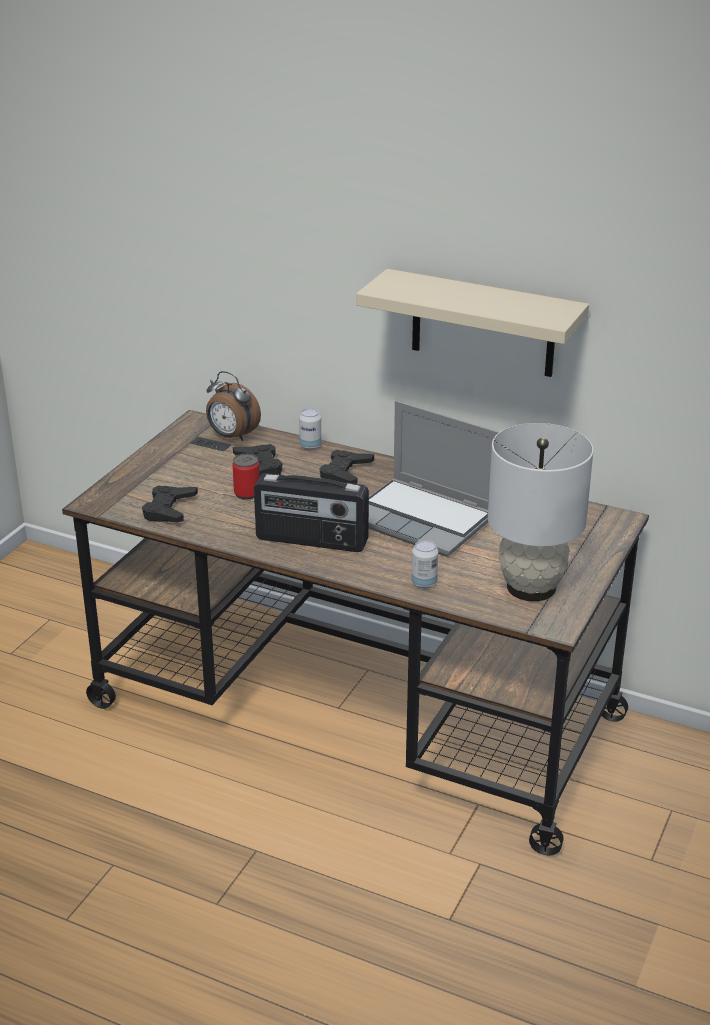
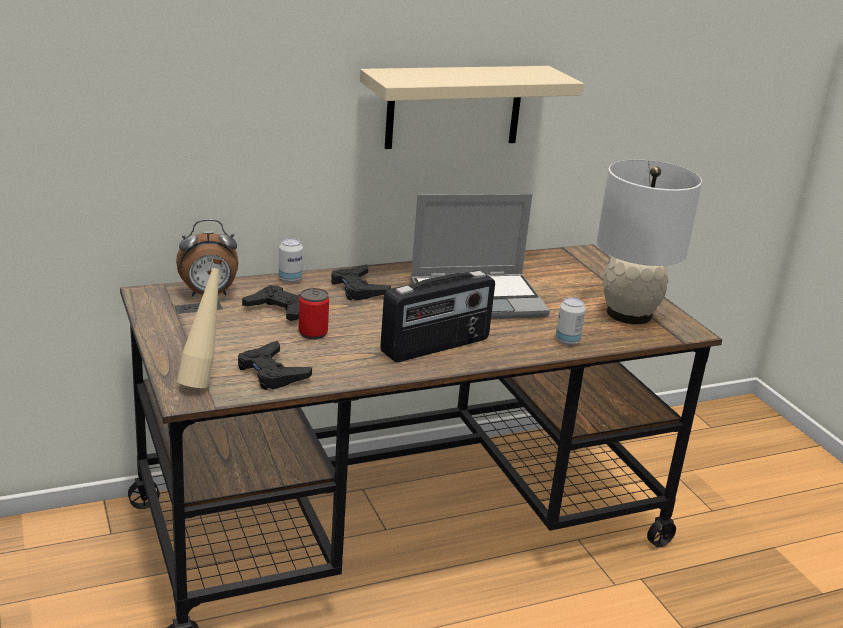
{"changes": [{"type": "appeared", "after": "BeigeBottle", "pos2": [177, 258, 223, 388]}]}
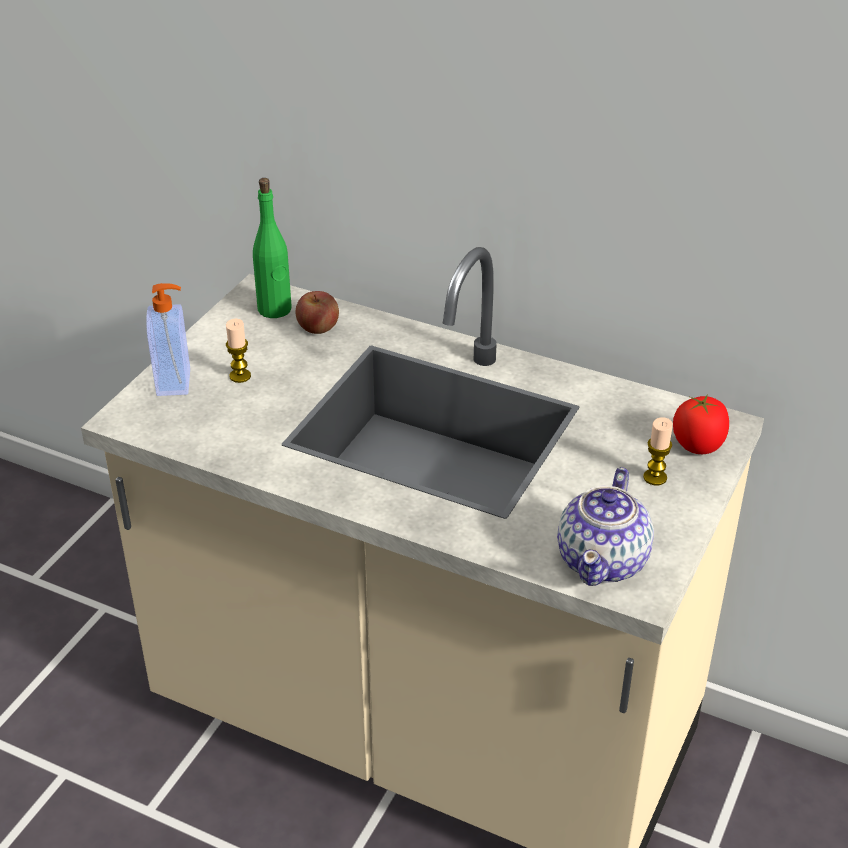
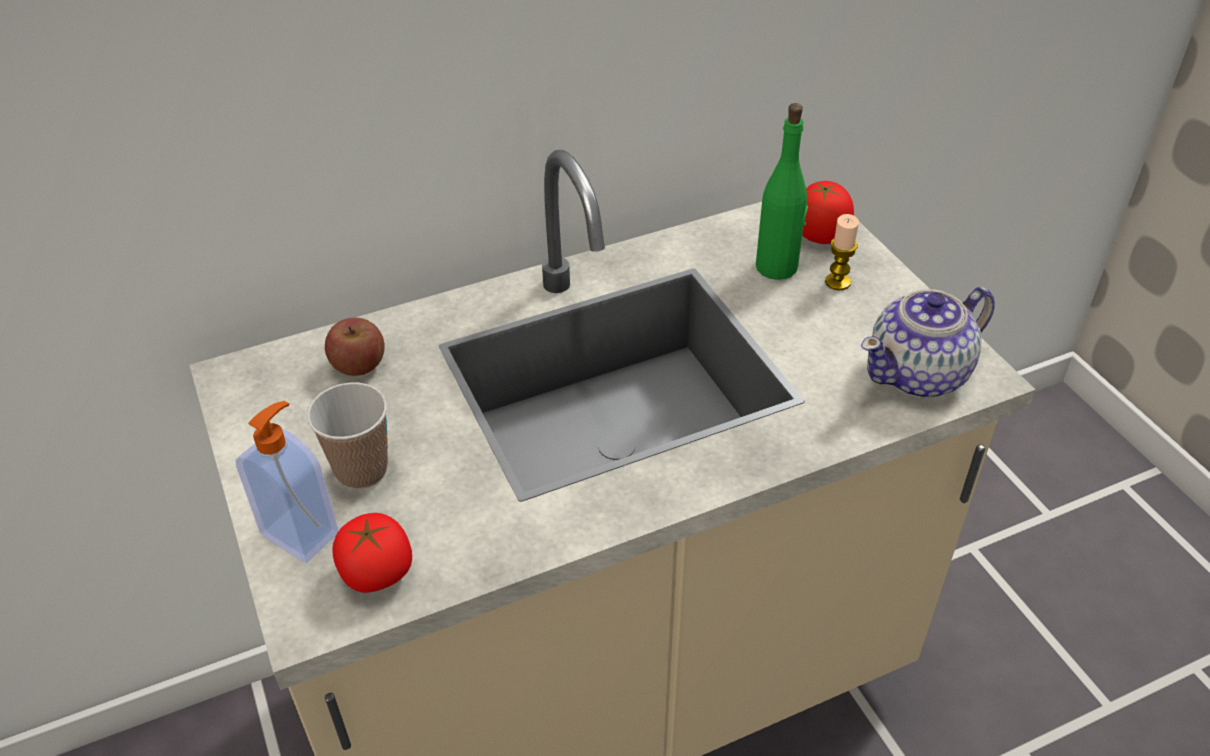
{"changes": [{"type": "appeared", "after": "Tomato", "pos2": [332, 513, 412, 593]}, {"type": "relocated", "before": "GreenBottle", "pos1": [253, 178, 292, 318], "pos2": [756, 103, 808, 280]}, {"type": "exchanged", "before": "Candle", "after": "Cup", "pos1": [226, 319, 251, 383], "pos2": [307, 383, 388, 489]}, {"type": "spun", "before": "Teapot", "pos1": [557, 467, 654, 586], "pos2": [861, 287, 995, 398], "turn": 90}]}
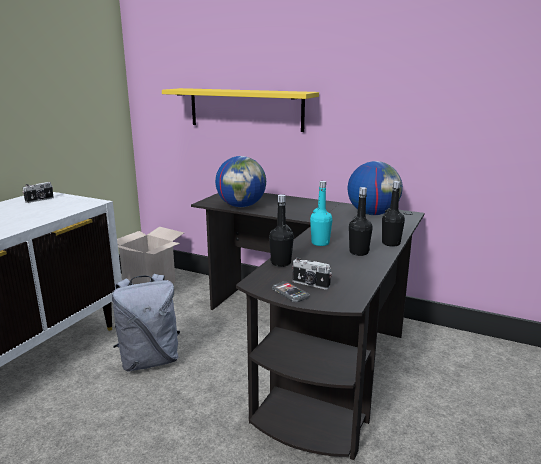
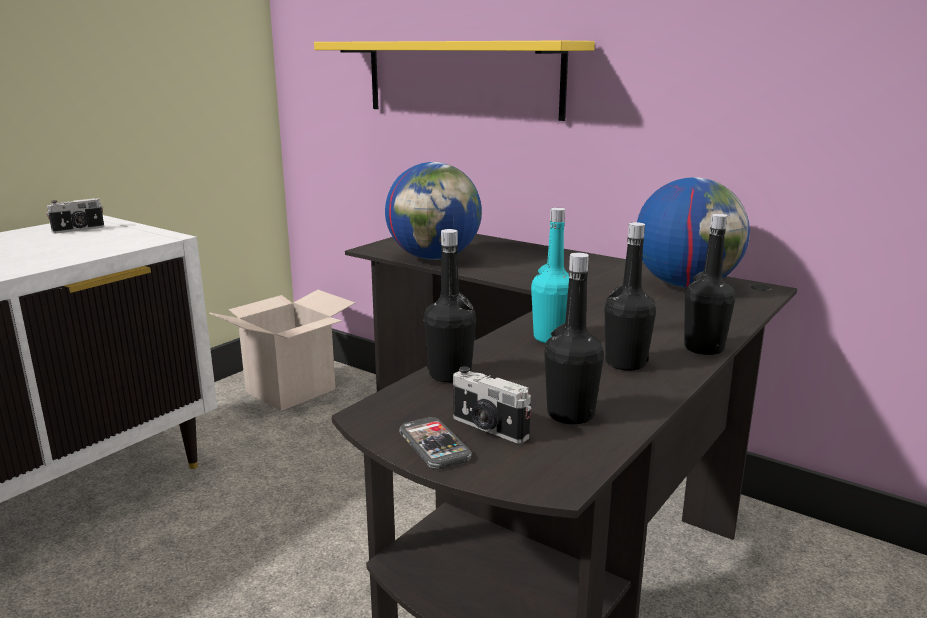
{"changes": [{"type": "missing", "before": "GreyBackpack", "pos1": [112, 274, 180, 372]}, {"type": "appeared", "after": "BlackBottle", "pos2": [544, 253, 604, 425]}]}
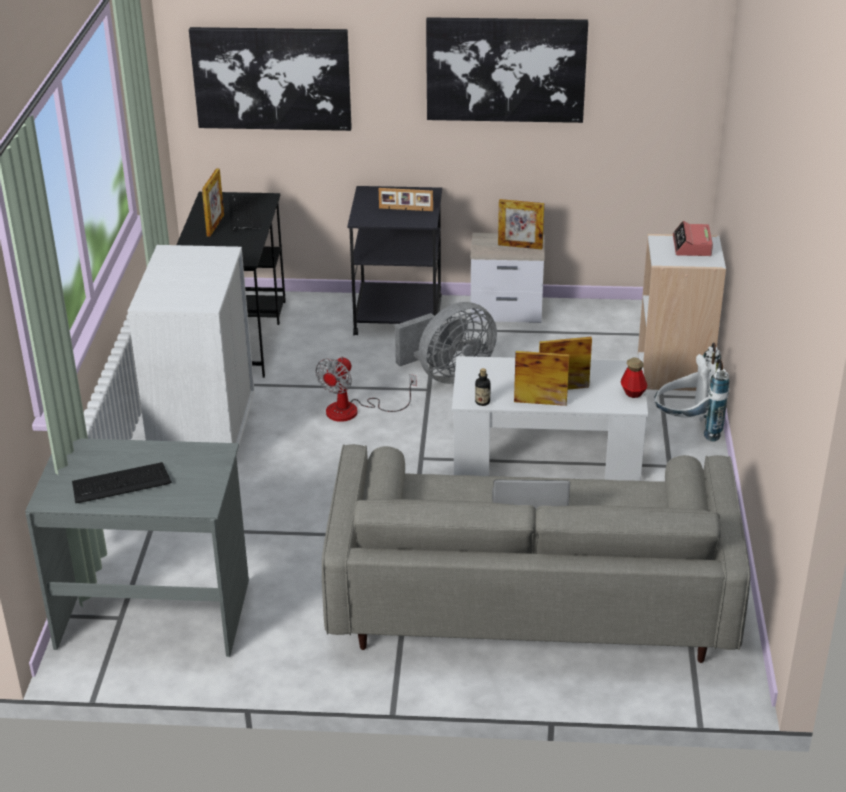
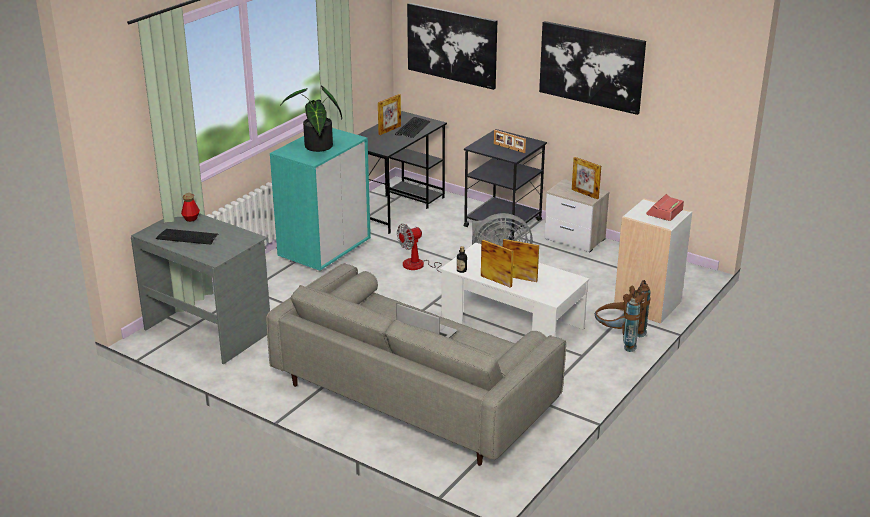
{"changes": [{"type": "appeared", "after": "PottedPlant", "pos2": [280, 86, 342, 152]}, {"type": "relocated", "before": "Bottle", "pos1": [621, 358, 647, 398], "pos2": [181, 193, 200, 222]}, {"type": "colour", "before": "WhiteCabinet", "after": "TurquoiseCabinet", "pos1": [128, 245, 255, 456], "pos2": [270, 128, 371, 272]}, {"type": "colour", "before": "WhiteBackpack", "after": "BrownBackpack", "pos1": [654, 343, 729, 441], "pos2": [595, 280, 651, 352]}]}
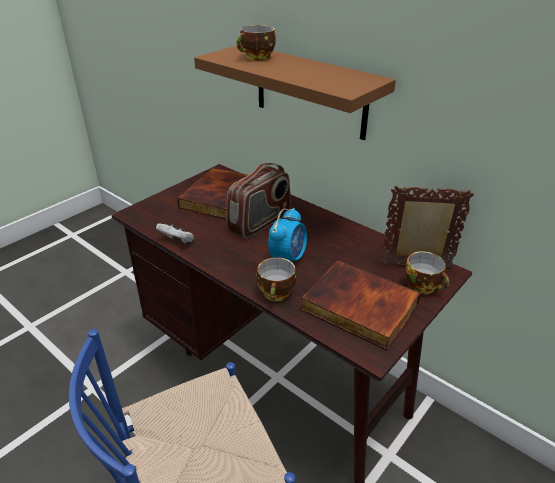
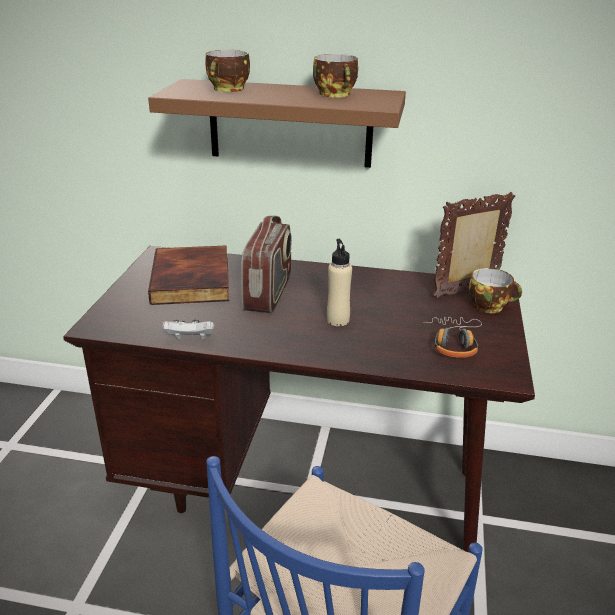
{"changes": [{"type": "relocated", "before": "Cup", "pos1": [257, 257, 296, 301], "pos2": [313, 54, 358, 98]}, {"type": "exchanged", "before": "AlarmClock", "after": "BeigeBottle", "pos1": [268, 208, 307, 261], "pos2": [327, 239, 352, 326]}, {"type": "exchanged", "before": "Book", "after": "Headphones", "pos1": [301, 260, 421, 350], "pos2": [423, 317, 482, 358]}]}
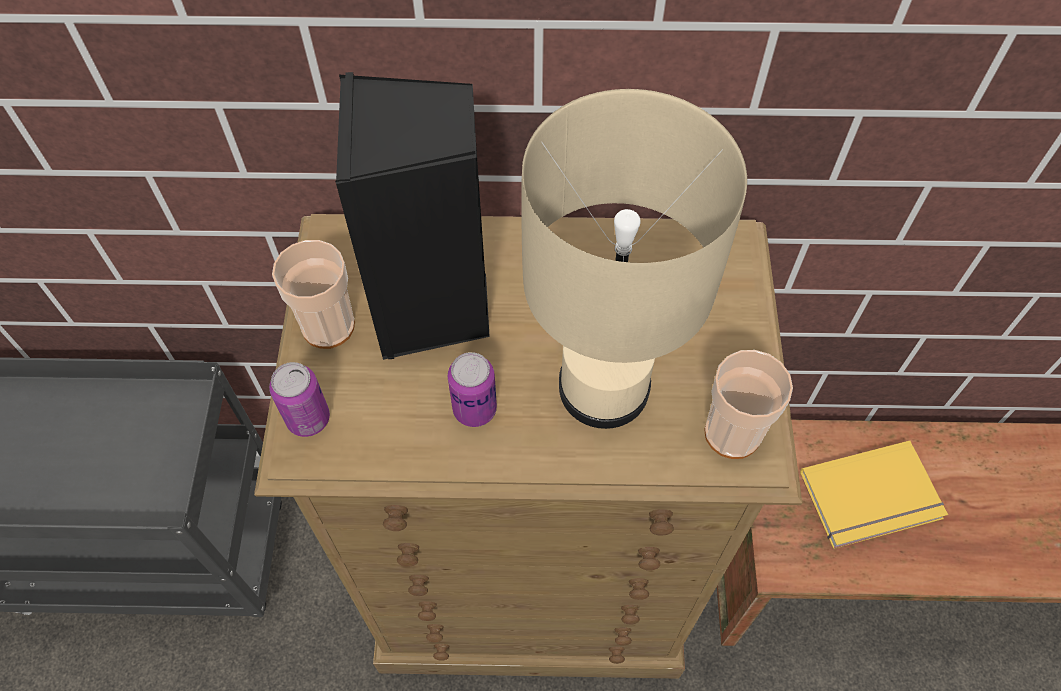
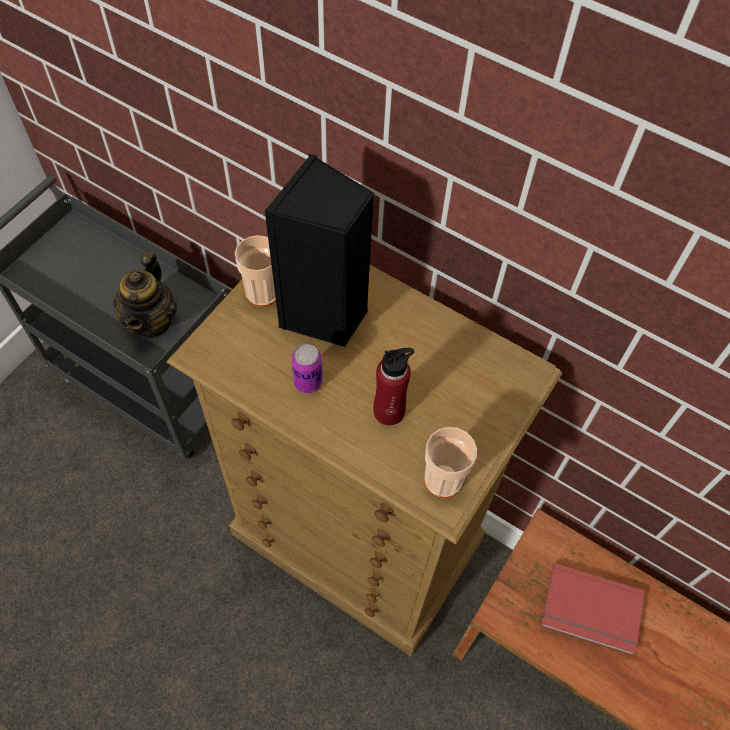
{"changes": [{"type": "missing", "before": "Can", "pos1": [269, 362, 330, 437]}, {"type": "appeared", "after": "Teapot", "pos2": [113, 251, 177, 339]}, {"type": "exchanged", "before": "BeigeTableLamp", "after": "RedBottle", "pos1": [521, 89, 747, 429], "pos2": [373, 348, 414, 425]}, {"type": "colour", "before": "YellowBook", "after": "RedBook", "pos1": [800, 441, 948, 549], "pos2": [541, 563, 645, 656]}]}
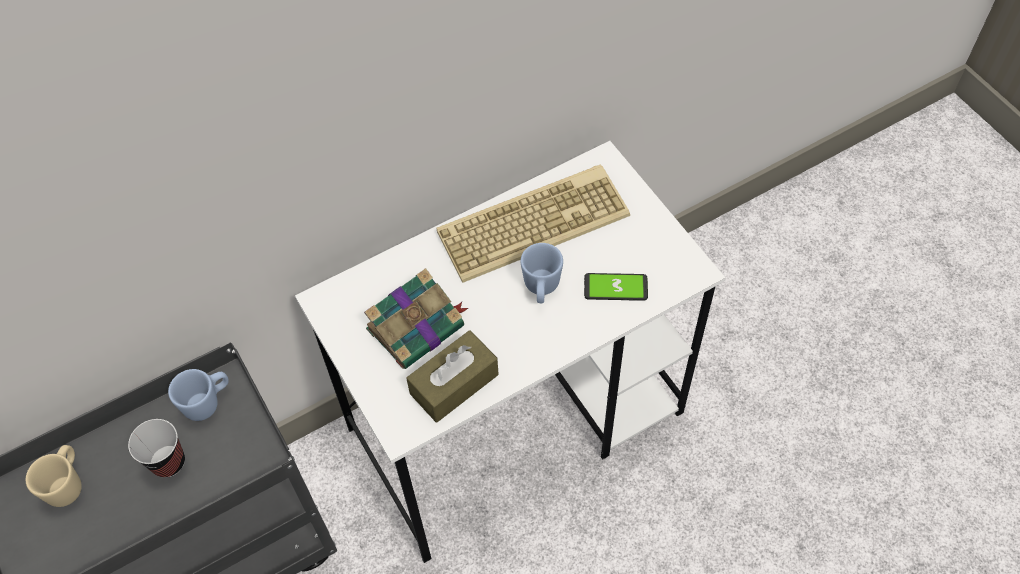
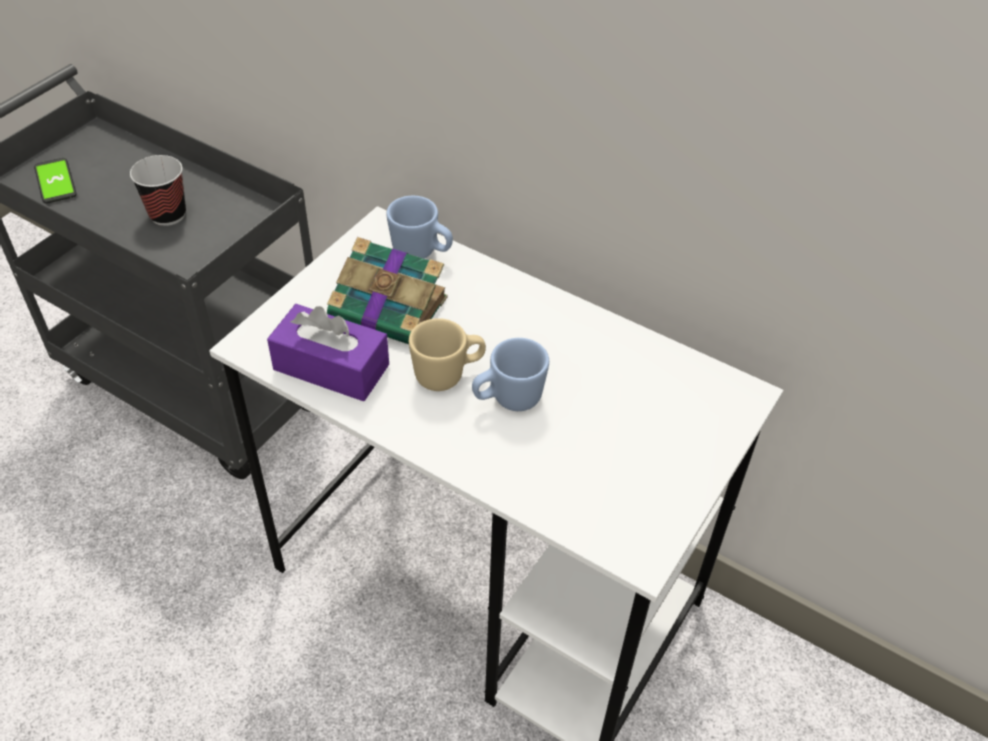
{"changes": [{"type": "missing", "before": "Keyboard", "pos1": [437, 164, 630, 283]}, {"type": "relocated", "before": "BeigeMug", "pos1": [26, 445, 82, 507], "pos2": [409, 318, 486, 391]}, {"type": "relocated", "before": "BlueMug", "pos1": [168, 369, 229, 421], "pos2": [386, 196, 453, 259]}, {"type": "relocated", "before": "Phone", "pos1": [584, 273, 648, 301], "pos2": [34, 158, 77, 204]}, {"type": "colour", "before": "BrownTissueBox", "after": "PurpleTissueBox", "pos1": [406, 330, 499, 423], "pos2": [267, 304, 389, 401]}]}
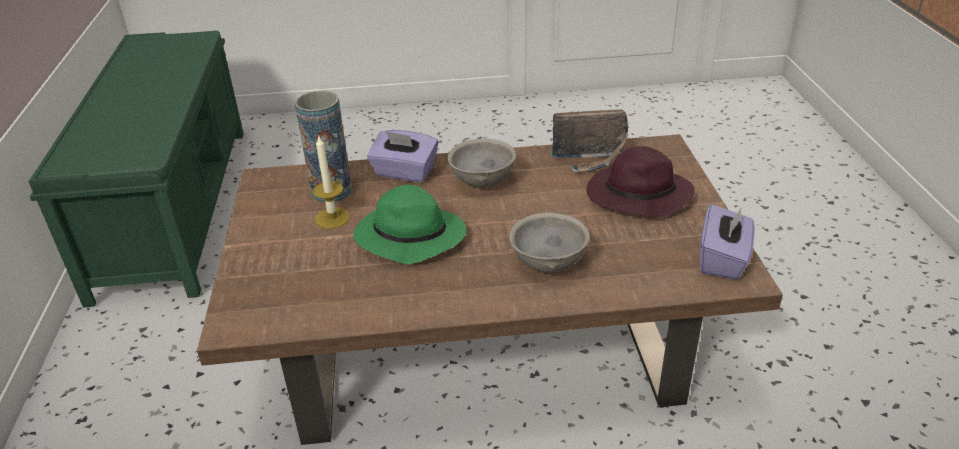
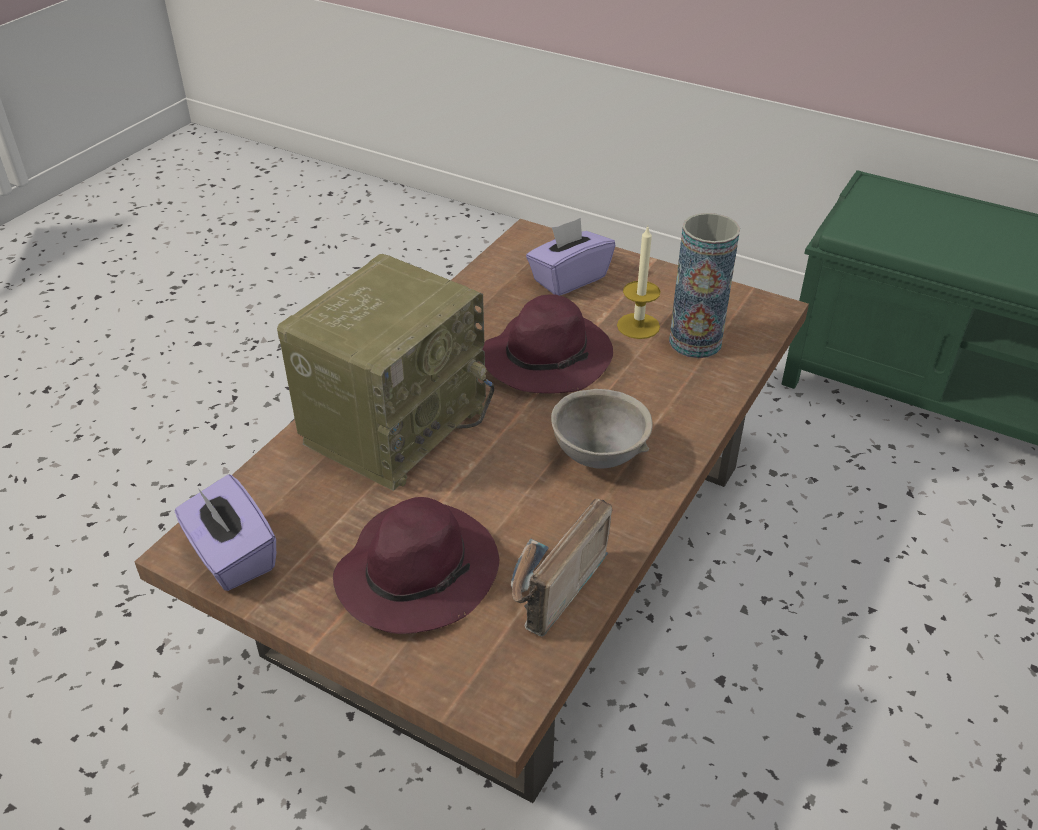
{"changes": [{"type": "relocated", "before": "PurpleTissueBox", "pos1": [367, 130, 438, 182], "pos2": [526, 218, 616, 296]}, {"type": "exchanged", "before": "GreyBowl", "after": "Radio", "pos1": [509, 212, 590, 273], "pos2": [277, 254, 494, 491]}, {"type": "colour", "before": "GreenHat", "after": "PurpleHat", "pos1": [353, 185, 466, 264], "pos2": [483, 294, 613, 394]}]}
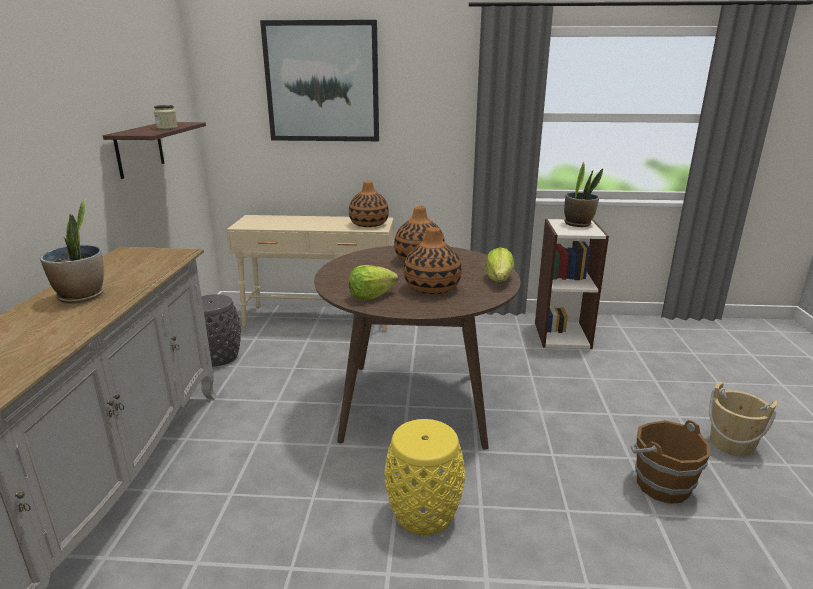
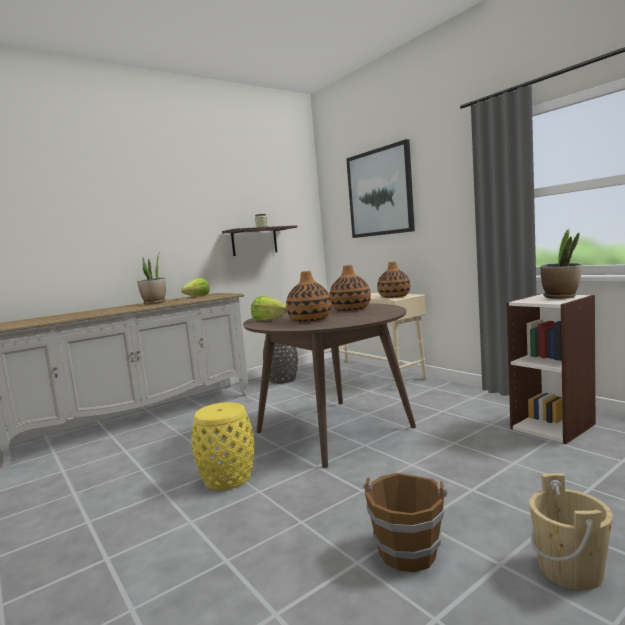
{"changes": [{"type": "relocated", "before": "Lettuce", "pos1": [485, 247, 515, 282], "pos2": [181, 278, 210, 296]}]}
